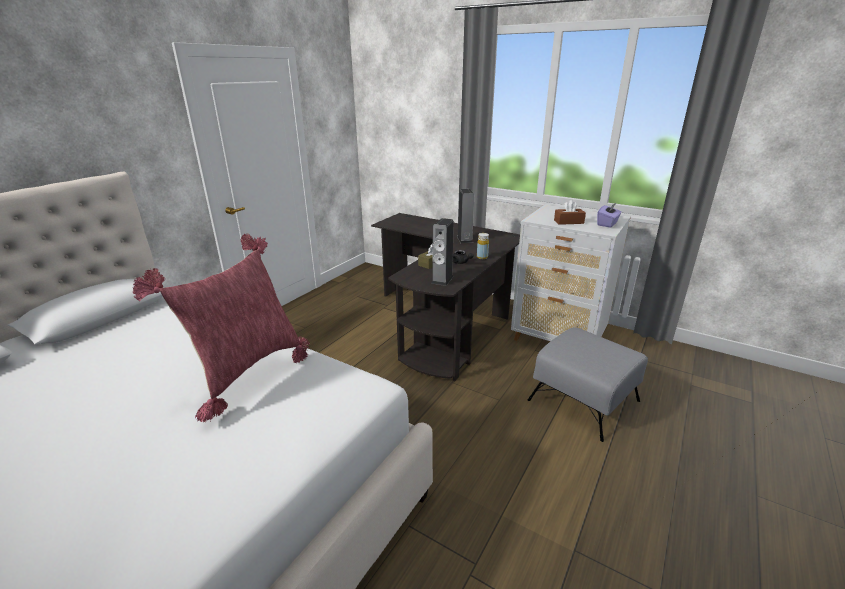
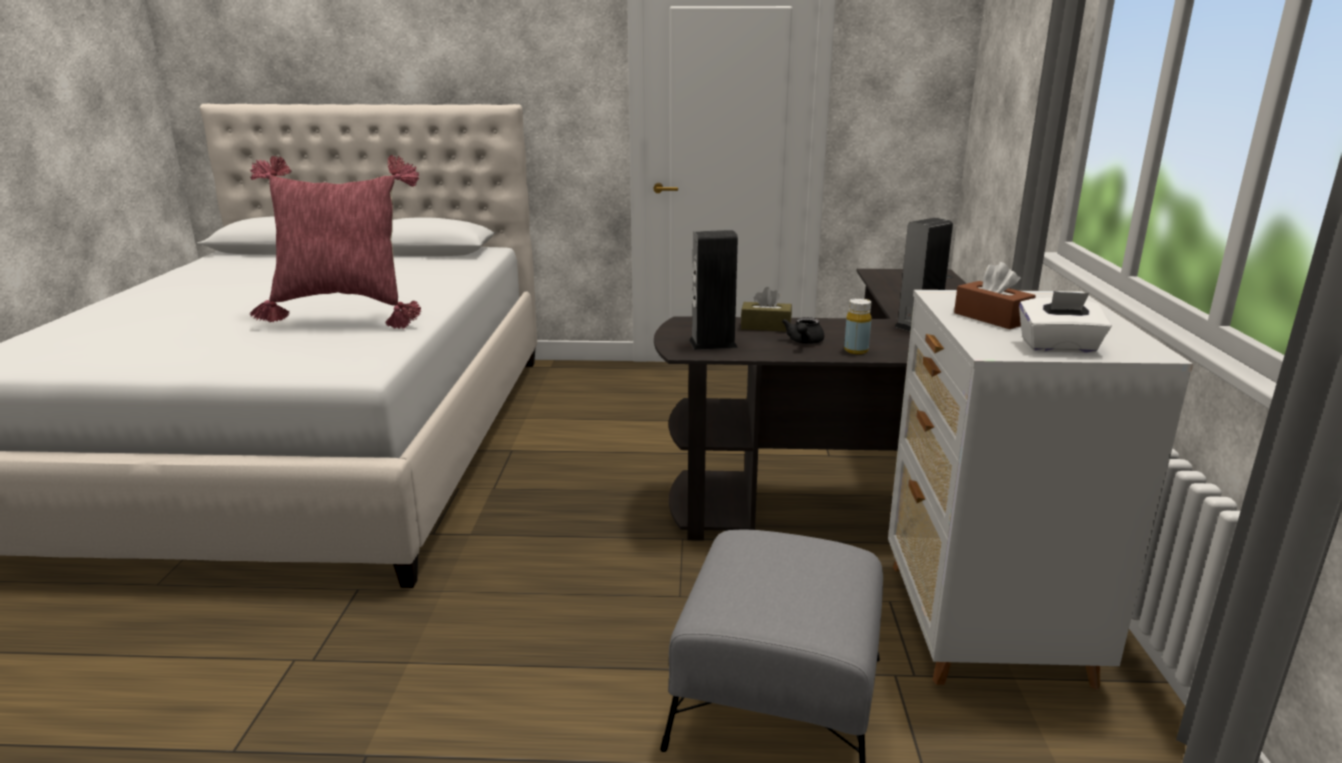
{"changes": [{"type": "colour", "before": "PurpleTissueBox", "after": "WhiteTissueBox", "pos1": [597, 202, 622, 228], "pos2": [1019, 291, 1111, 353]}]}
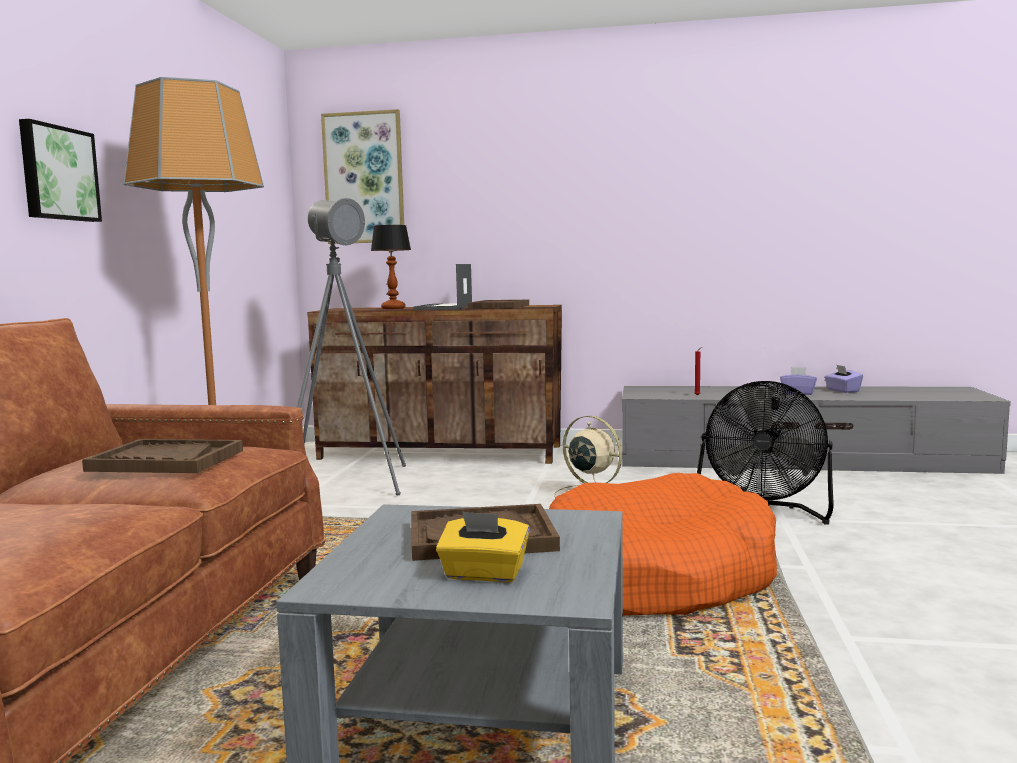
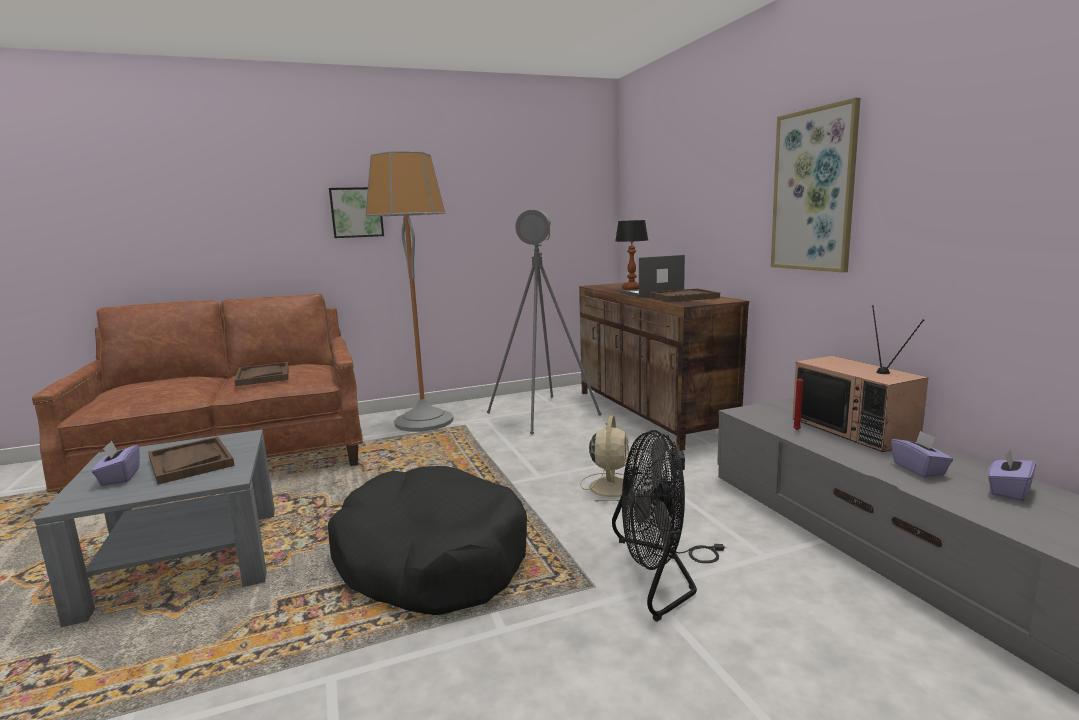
{"changes": [{"type": "appeared", "after": "Television", "pos2": [792, 305, 929, 452]}, {"type": "relocated", "before": "Picture", "pos1": [321, 109, 404, 244], "pos2": [771, 98, 861, 272]}, {"type": "colour", "before": "YellowTissueBox", "after": "PurpleTissueBox", "pos1": [436, 511, 530, 582], "pos2": [92, 441, 140, 486]}, {"type": "colour", "before": "OrangeDogBed", "after": "BlackDogBed", "pos1": [549, 473, 777, 616], "pos2": [328, 466, 527, 615]}]}
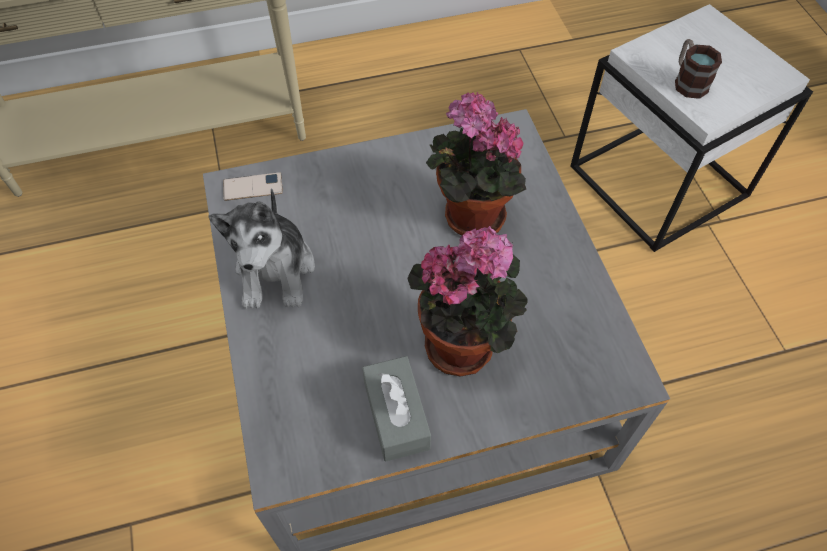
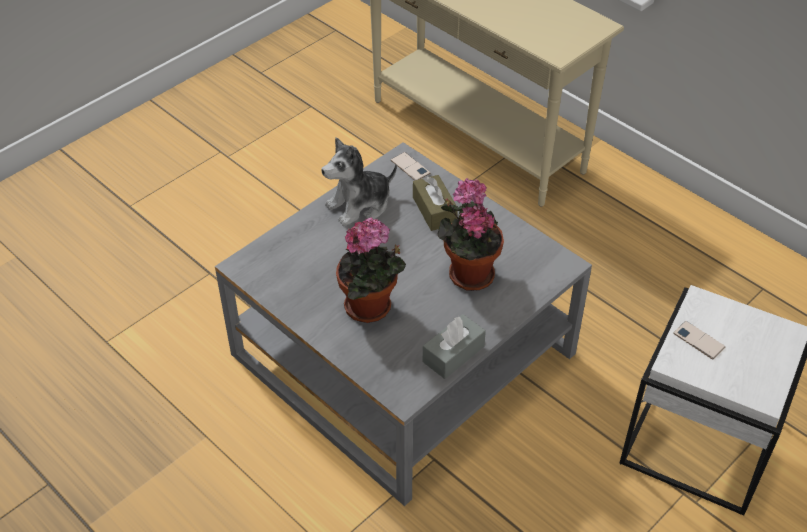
{"changes": [{"type": "appeared", "after": "BrownTissueBox", "pos2": [413, 175, 458, 231]}, {"type": "relocated", "before": "GreyTissueBox", "pos1": [362, 356, 431, 462], "pos2": [423, 314, 486, 379]}, {"type": "exchanged", "before": "Mug", "after": "Phone", "pos1": [675, 39, 722, 99], "pos2": [673, 321, 725, 359]}]}
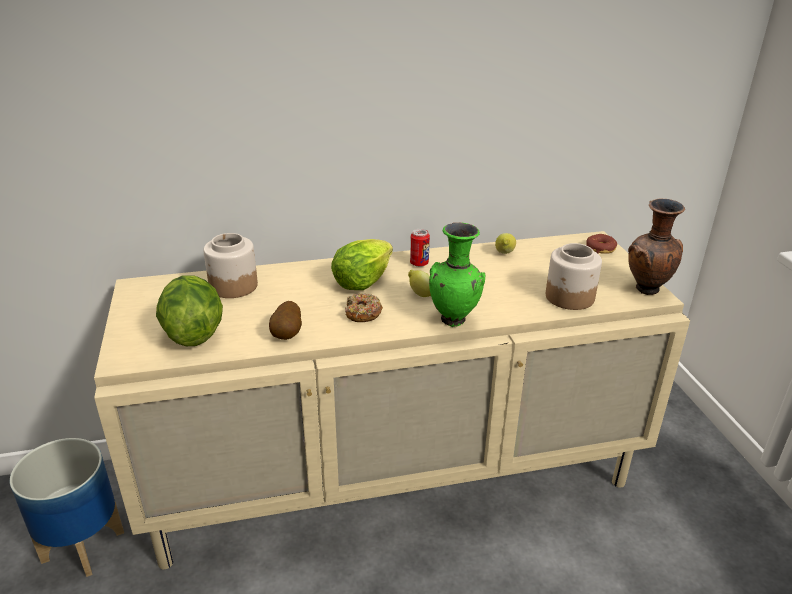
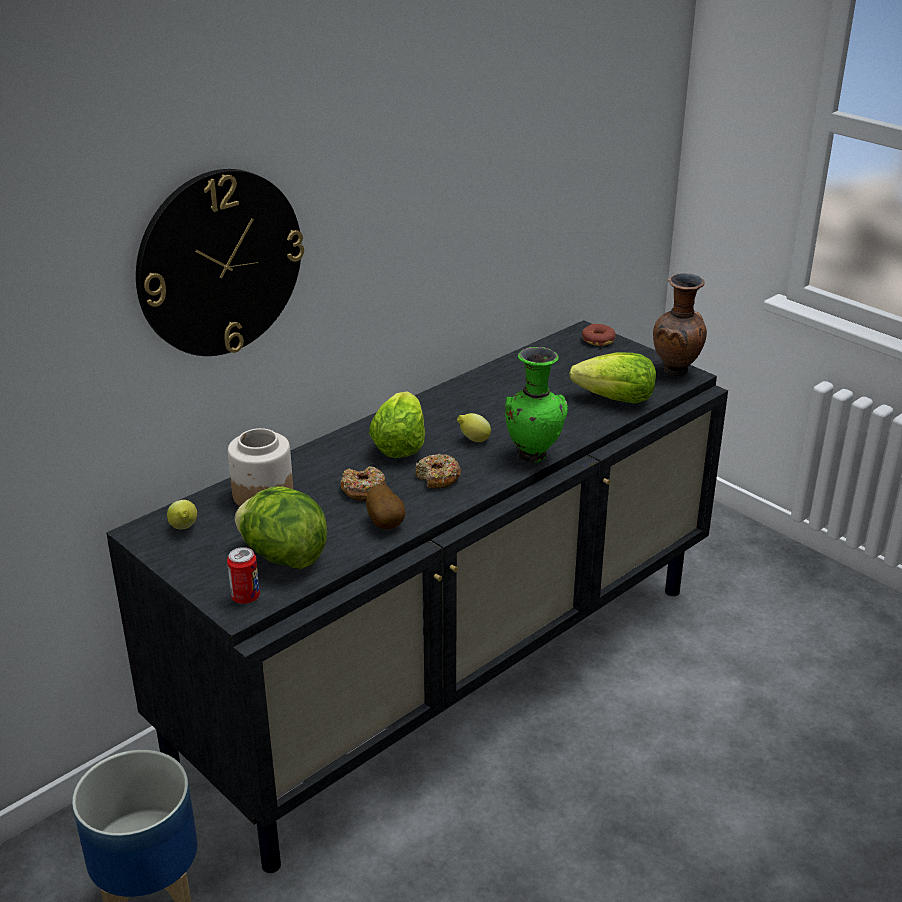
{"changes": [{"type": "appeared", "after": "WallClock", "pos2": [136, 169, 304, 356]}, {"type": "appeared", "after": "Donut", "pos2": [341, 466, 387, 501]}, {"type": "relocated", "before": "Can", "pos1": [410, 229, 430, 267], "pos2": [227, 547, 260, 604]}, {"type": "relocated", "before": "Lemon", "pos1": [495, 233, 516, 254], "pos2": [167, 500, 197, 529]}, {"type": "exchanged", "before": "Jar", "after": "Lettuce", "pos1": [546, 243, 602, 310], "pos2": [569, 352, 656, 404]}, {"type": "colour", "before": "BeigeCabinet", "after": "BlackCabinet", "pos1": [94, 231, 690, 569], "pos2": [106, 320, 728, 873]}]}
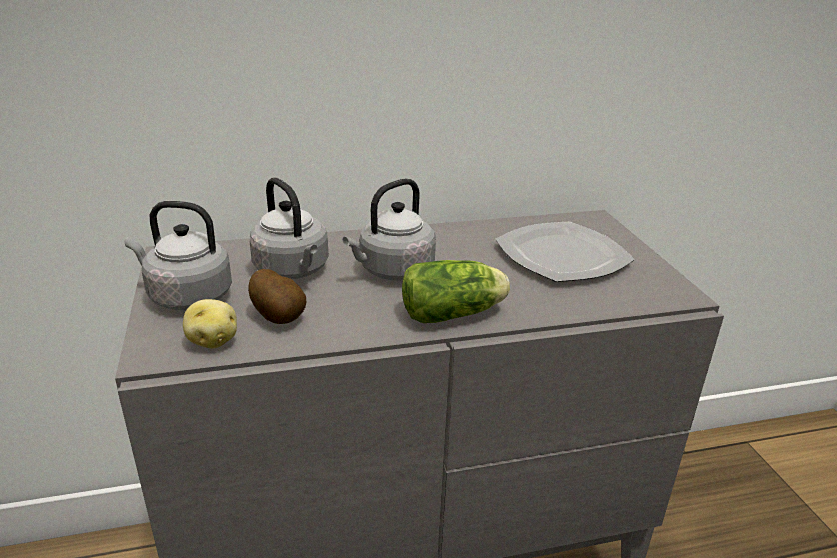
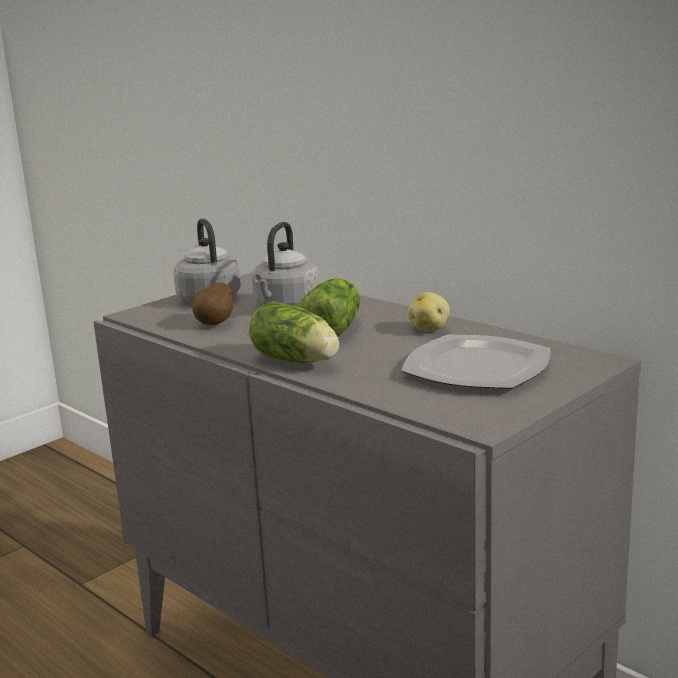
{"changes": [{"type": "relocated", "before": "Potato", "pos1": [183, 299, 237, 349], "pos2": [408, 292, 450, 332]}, {"type": "exchanged", "before": "GreyKettle", "after": "Lettuce", "pos1": [343, 179, 436, 281], "pos2": [299, 278, 360, 336]}]}
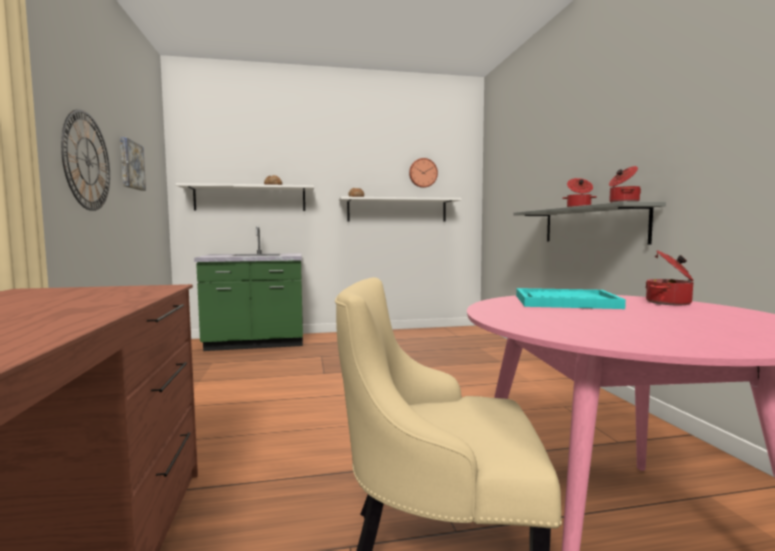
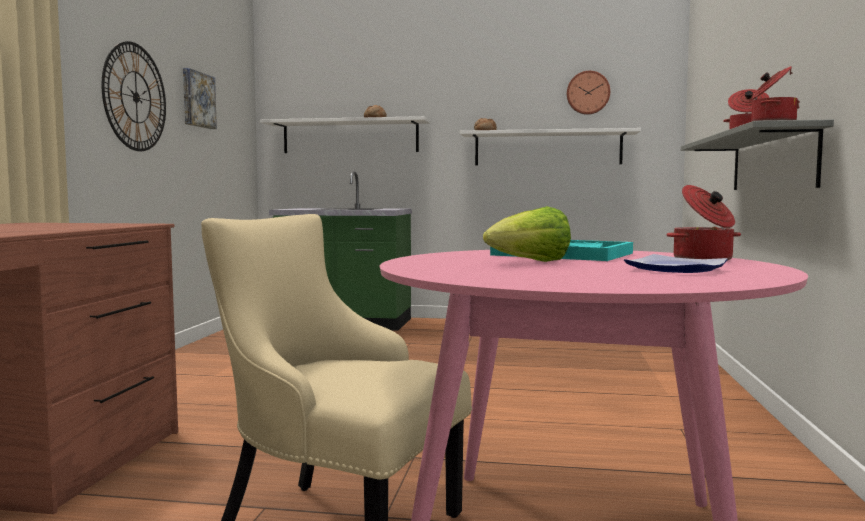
{"changes": [{"type": "appeared", "after": "Lettuce", "pos2": [483, 206, 571, 262]}, {"type": "appeared", "after": "Plate", "pos2": [624, 254, 728, 273]}]}
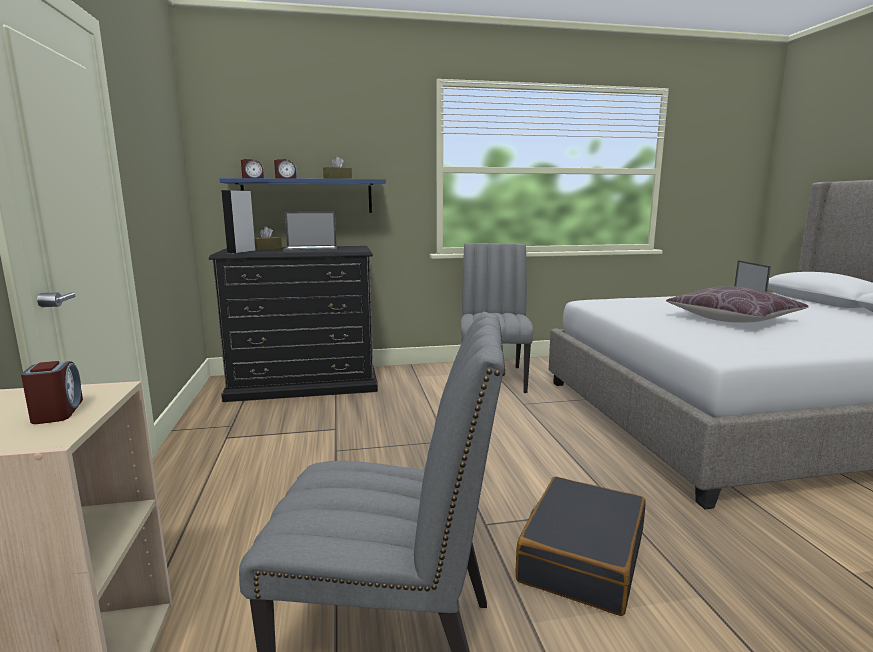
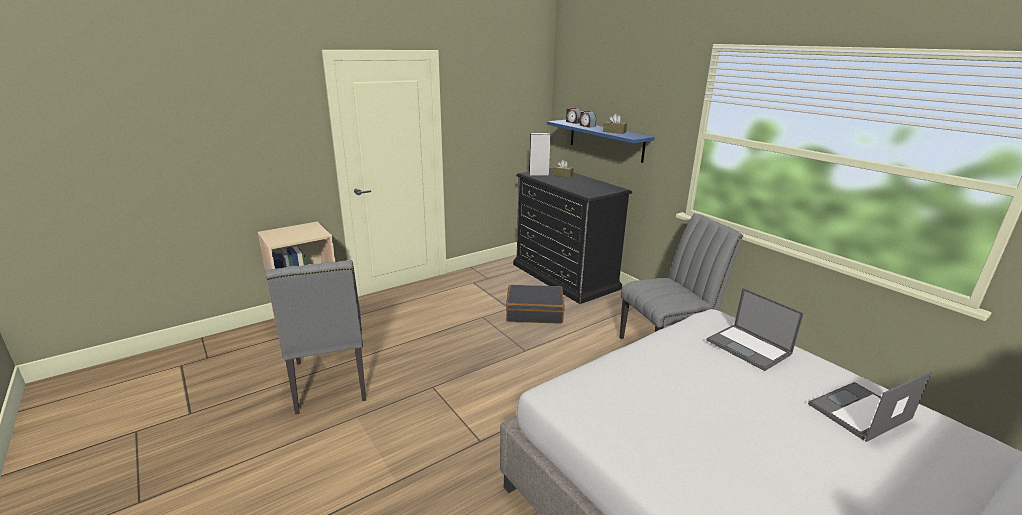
{"changes": [{"type": "missing", "before": "AlarmClock", "pos1": [21, 361, 83, 424]}, {"type": "missing", "before": "BrownPillow", "pos1": [666, 286, 809, 323]}, {"type": "relocated", "before": "Laptop", "pos1": [283, 211, 337, 253], "pos2": [707, 288, 804, 371]}, {"type": "relocated", "before": "BlackSuitcase", "pos1": [516, 476, 646, 616], "pos2": [506, 285, 565, 323]}]}
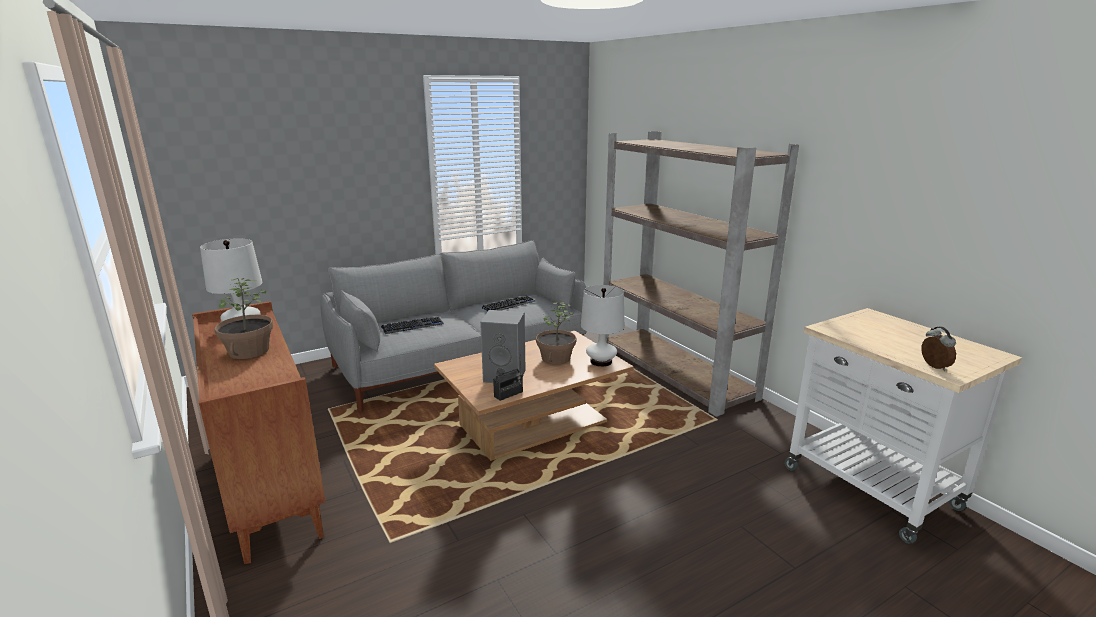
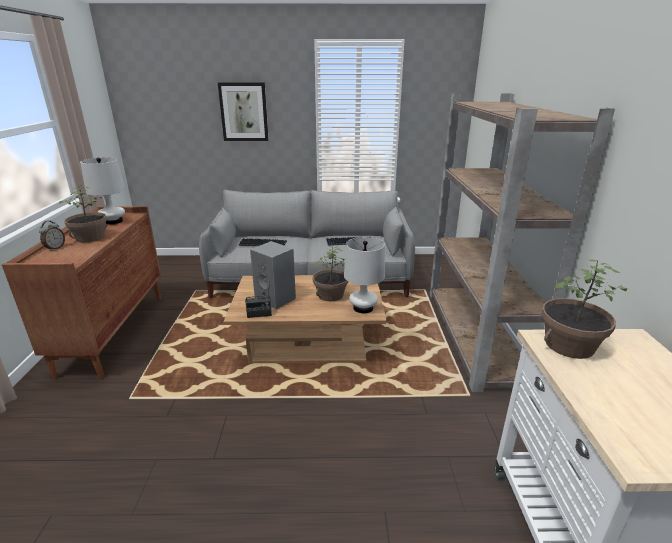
{"changes": [{"type": "appeared", "after": "Picture", "pos2": [218, 82, 269, 141]}, {"type": "appeared", "after": "PottedPlant", "pos2": [541, 259, 627, 359]}, {"type": "relocated", "before": "AlarmClock", "pos1": [921, 326, 956, 371], "pos2": [39, 221, 65, 251]}]}
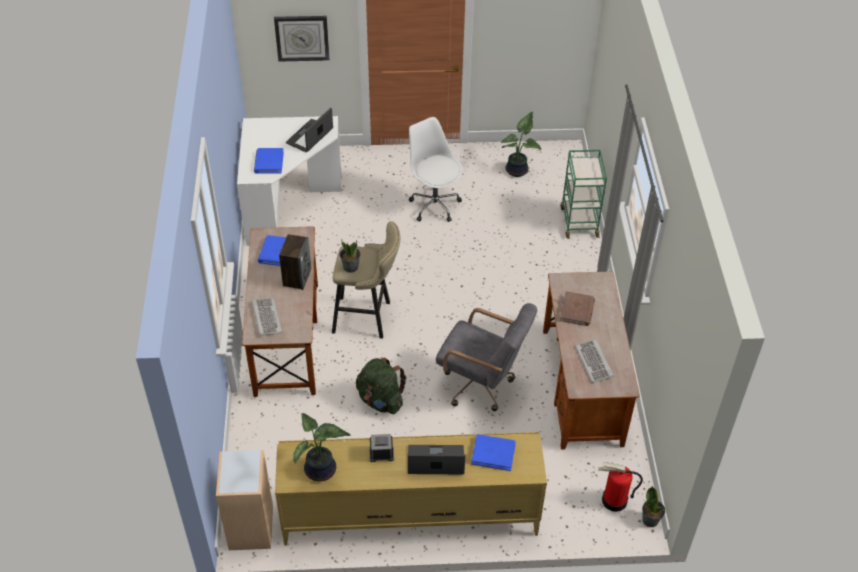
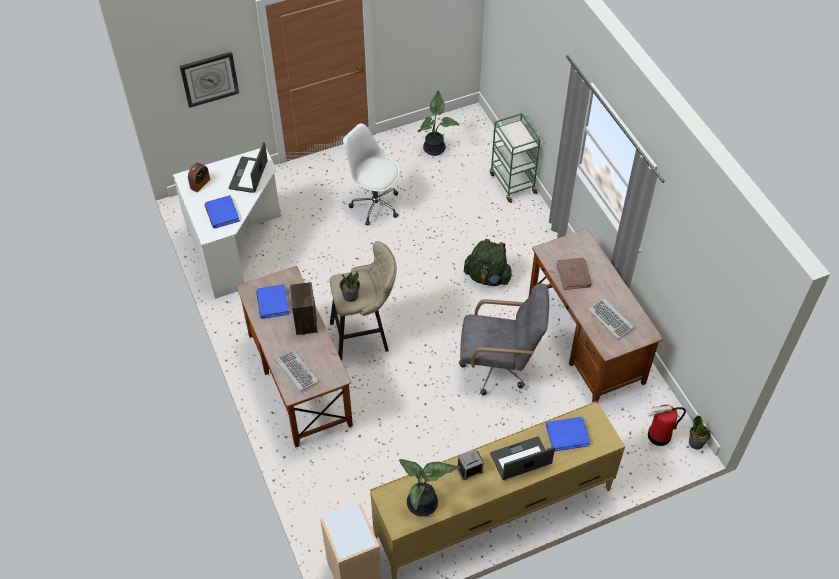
{"changes": [{"type": "appeared", "after": "AlarmClock", "pos2": [188, 163, 210, 192]}, {"type": "relocated", "before": "GreenBackpack", "pos1": [356, 358, 406, 414], "pos2": [464, 239, 513, 286]}]}
